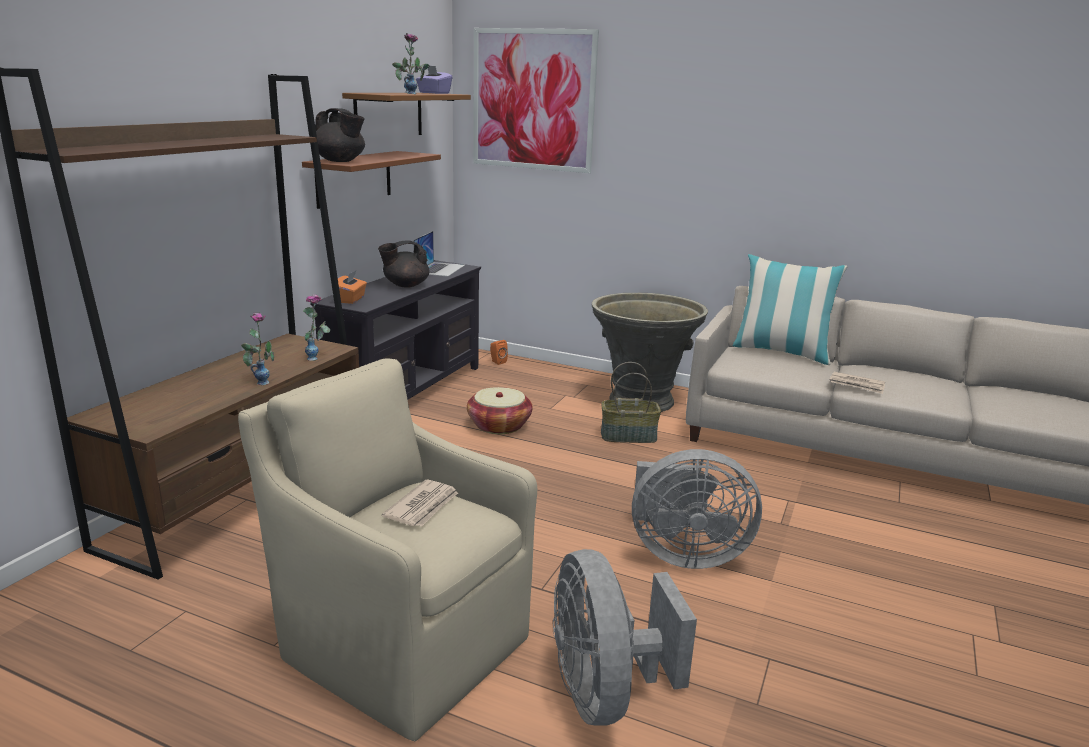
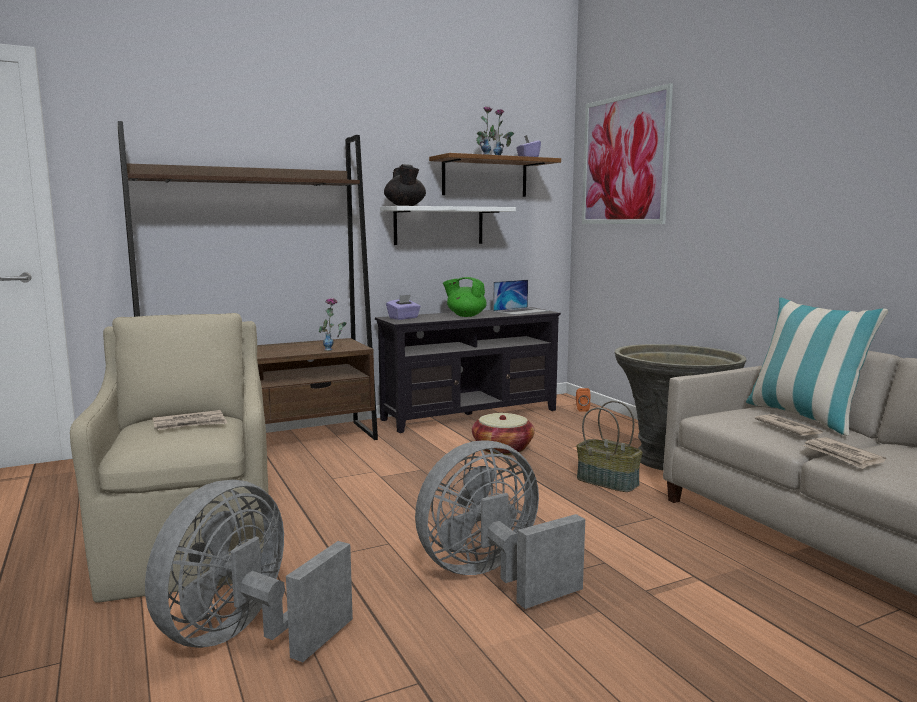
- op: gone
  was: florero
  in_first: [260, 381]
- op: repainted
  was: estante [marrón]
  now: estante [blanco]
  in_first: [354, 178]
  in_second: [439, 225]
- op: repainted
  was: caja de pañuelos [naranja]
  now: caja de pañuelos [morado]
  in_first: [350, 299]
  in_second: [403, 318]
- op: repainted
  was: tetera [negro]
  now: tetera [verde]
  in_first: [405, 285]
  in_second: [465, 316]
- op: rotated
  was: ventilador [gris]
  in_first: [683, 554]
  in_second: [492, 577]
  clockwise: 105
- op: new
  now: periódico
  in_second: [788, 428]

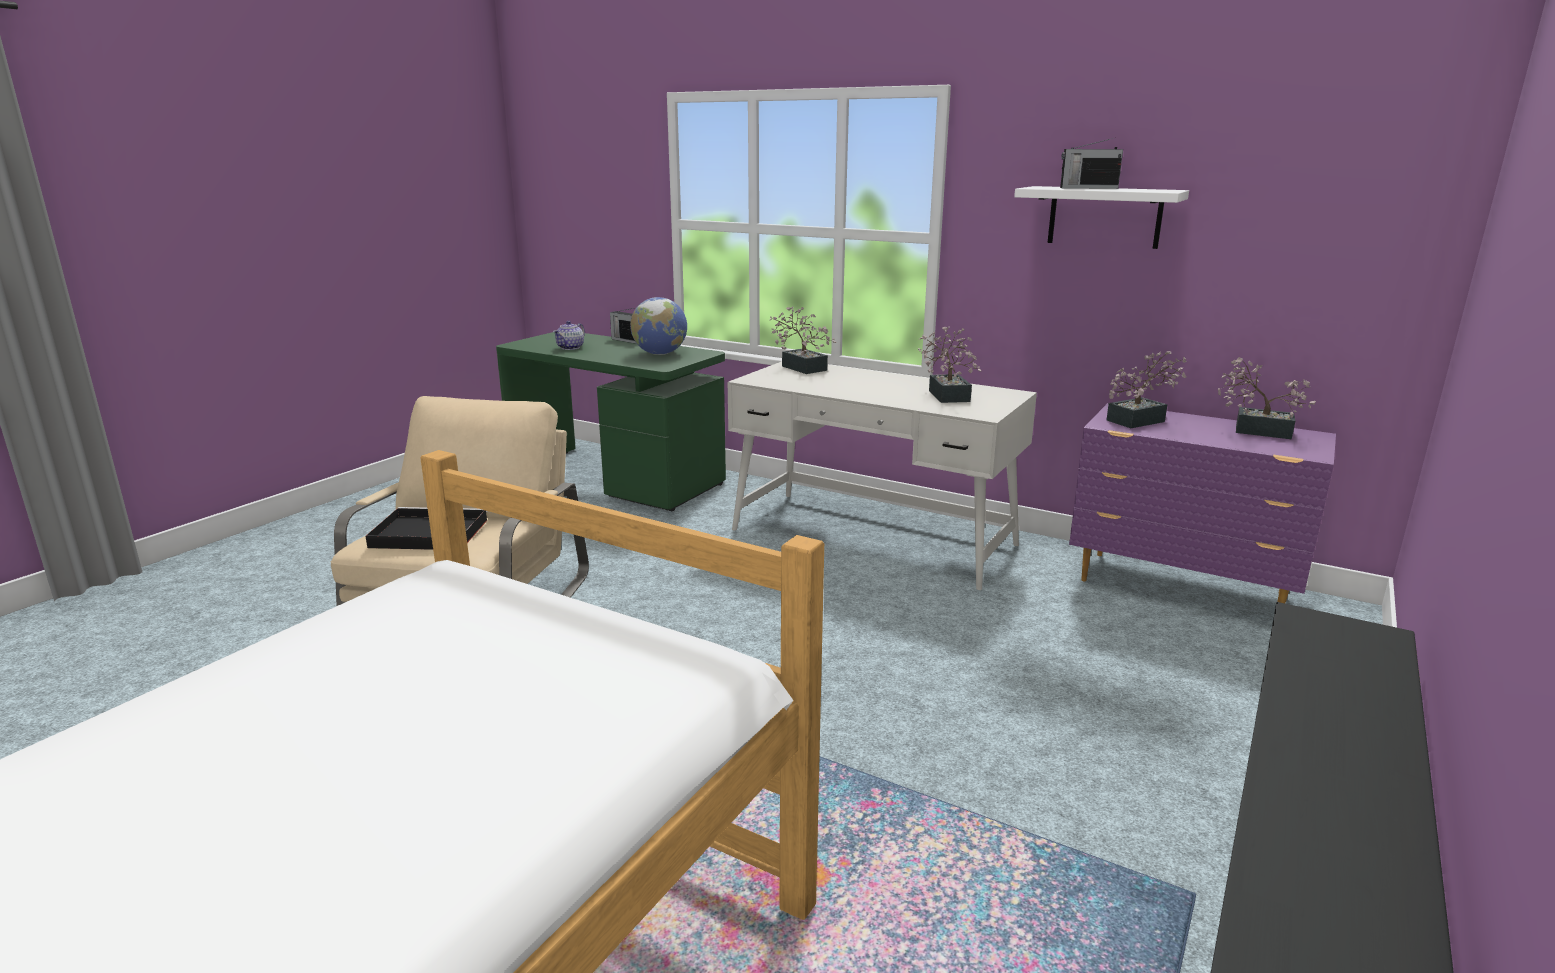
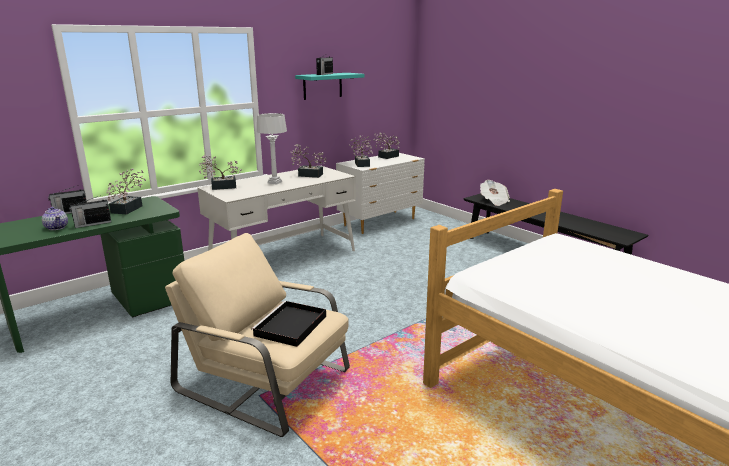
- op: swapped
  was: globo terráqueo
  now: planta en maceta
  in_first: [660, 354]
  in_second: [129, 208]
- op: repainted
  was: estante [blanco]
  now: estante [turquesa]
  in_first: [1104, 217]
  in_second: [322, 86]
- op: repainted
  was: cómoda [morado]
  now: cómoda [blanco]
  in_first: [1182, 588]
  in_second: [381, 222]
- op: new
  now: radio
  in_second: [92, 224]
- op: new
  now: lámpara de mesa [gris]
  in_second: [275, 182]
- op: new
  now: periódico
  in_second: [494, 201]

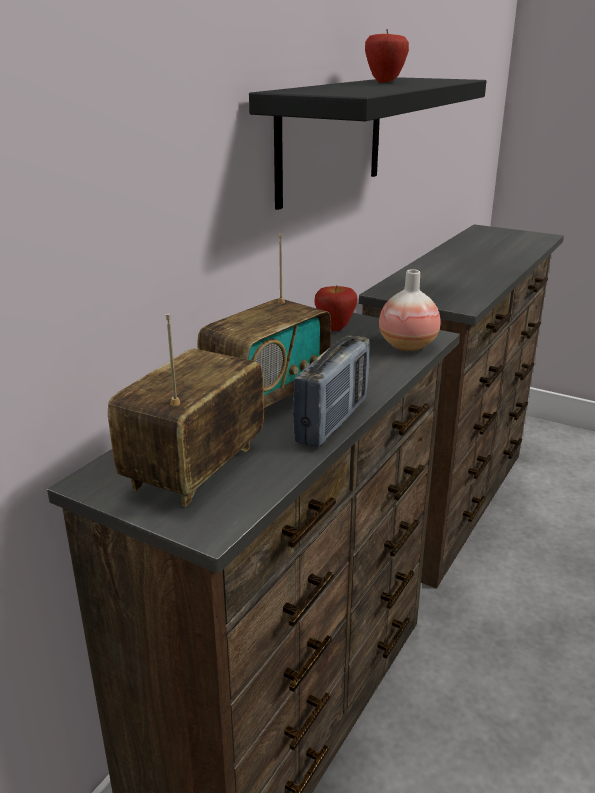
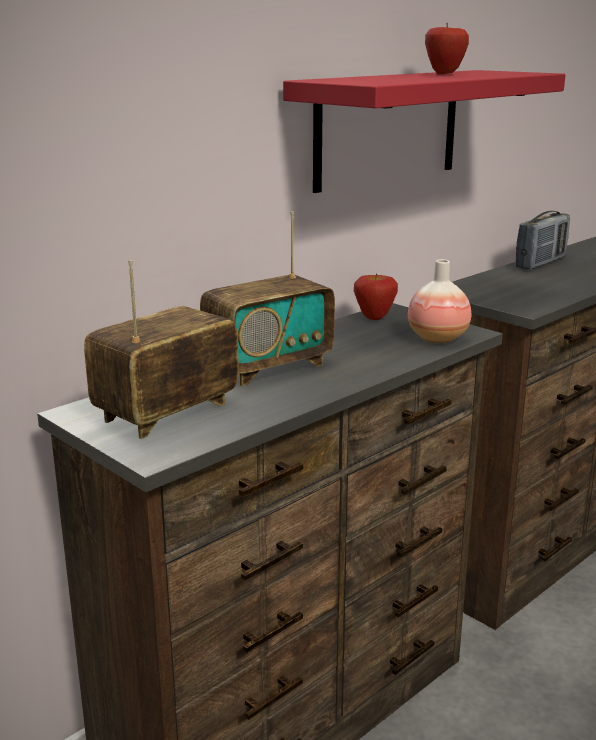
- op: repainted
  was: estante [negro]
  now: estante [rojo]
  in_first: [331, 138]
  in_second: [388, 128]
- op: shifted
  was: radio
  in_first: [332, 421]
  in_second: [540, 263]

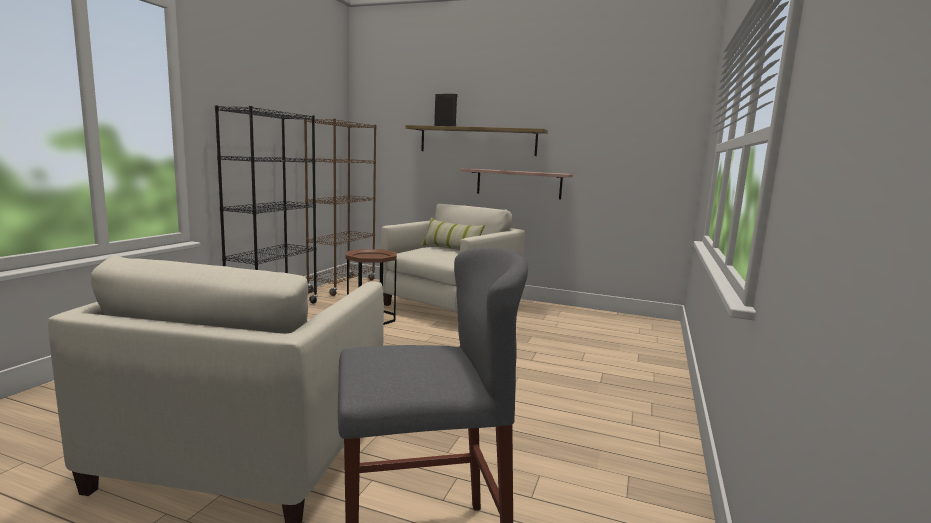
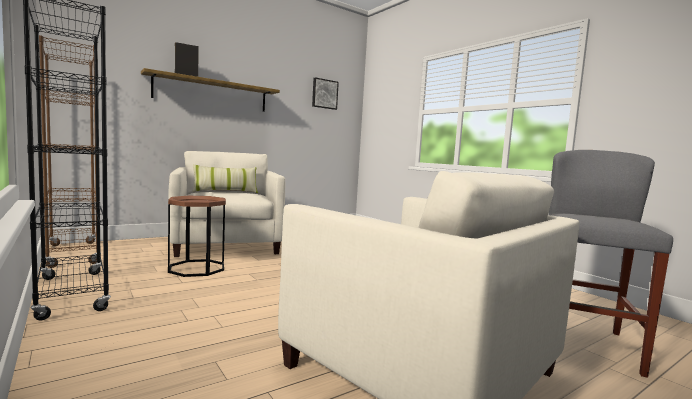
- op: gone
  was: estante
  in_first: [518, 183]
- op: new
  now: cuadro
  in_second: [324, 94]

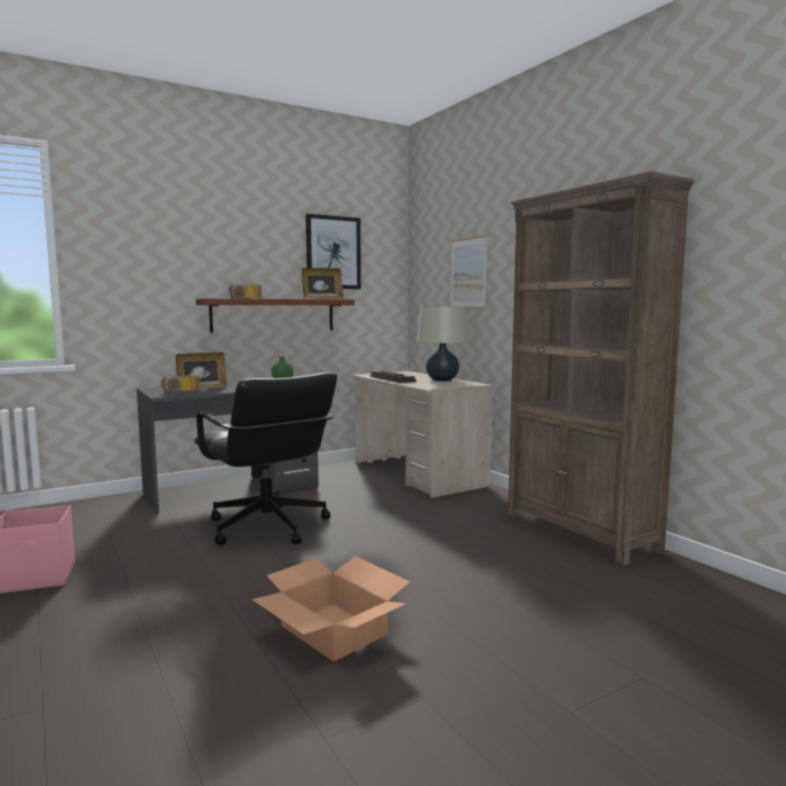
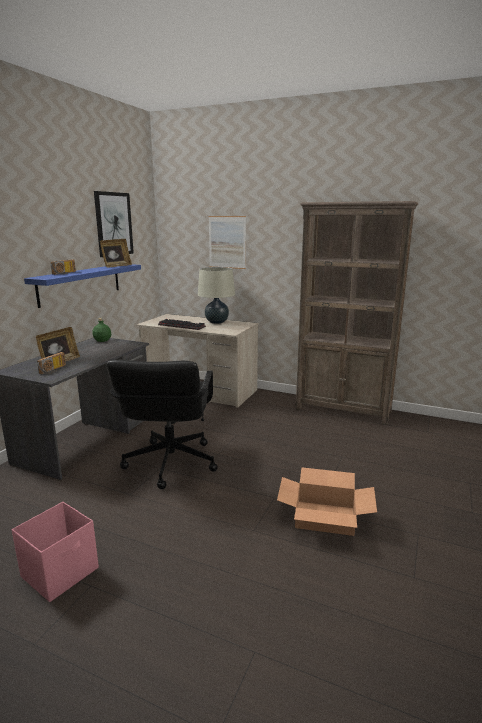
- op: rotated
  was: silla de oficina [negro]
  in_first: [267, 527]
  in_second: [169, 463]
  clockwise: 75
- op: repainted
  was: estante [marrón]
  now: estante [azul]
  in_first: [274, 315]
  in_second: [80, 284]

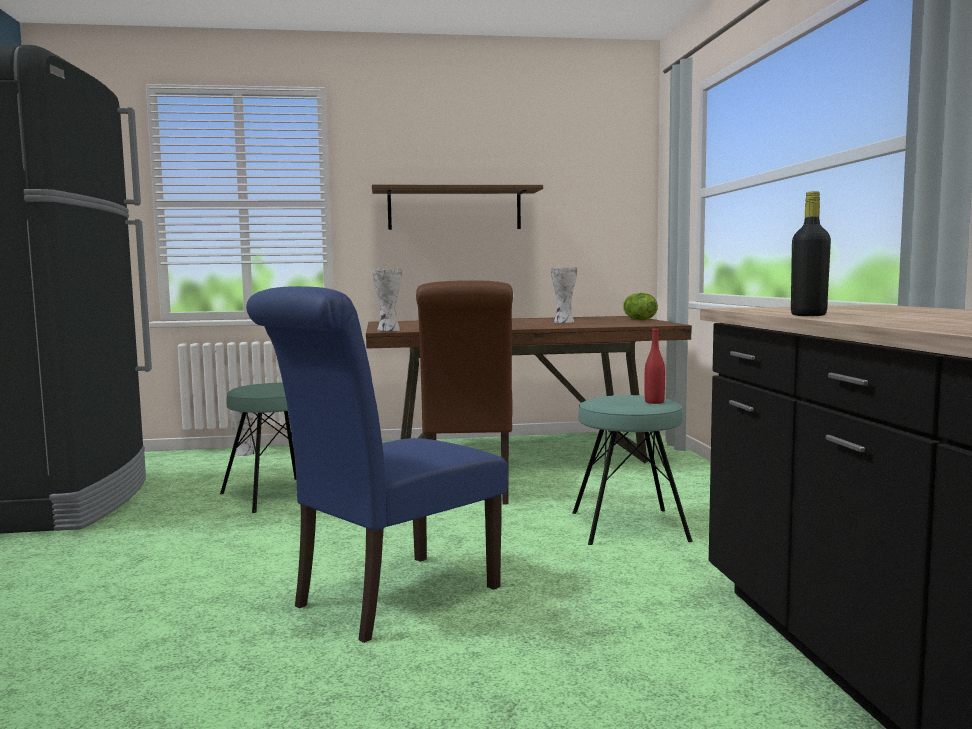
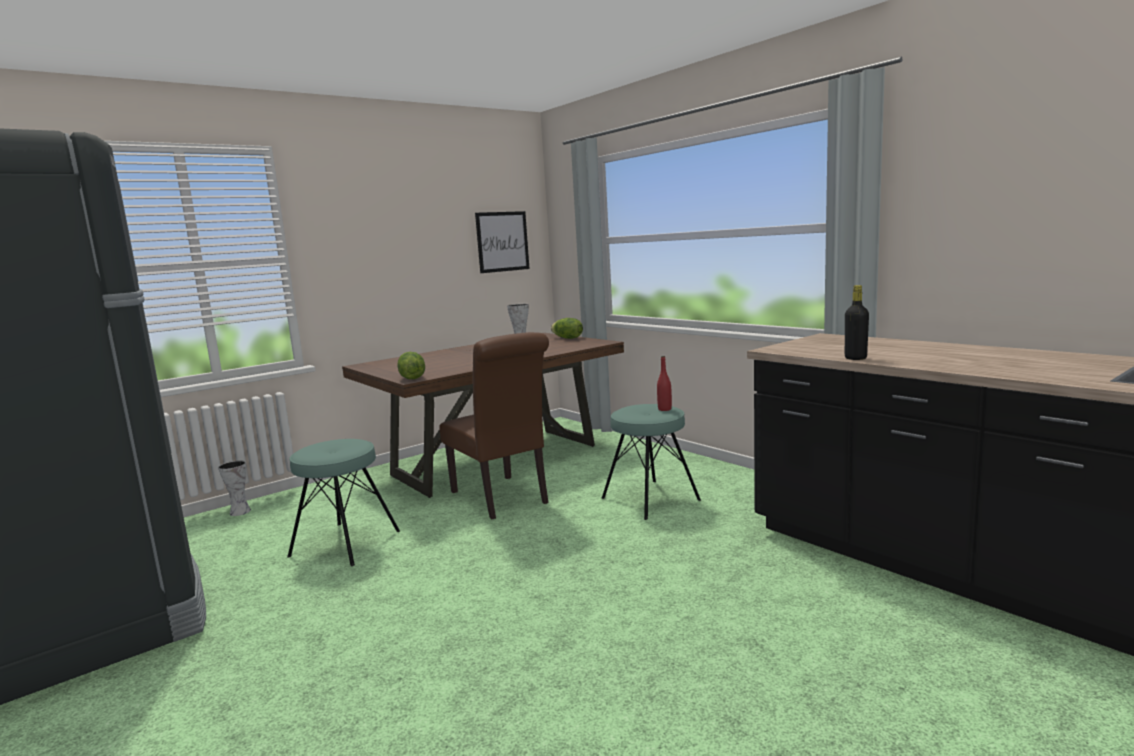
- op: gone
  was: silla [azul]
  in_first: [387, 599]
- op: gone
  was: estante
  in_first: [454, 209]
- op: swapped
  was: florero
  now: lechuga
  in_first: [387, 330]
  in_second: [411, 378]
- op: new
  now: cuadro
  in_second: [502, 241]

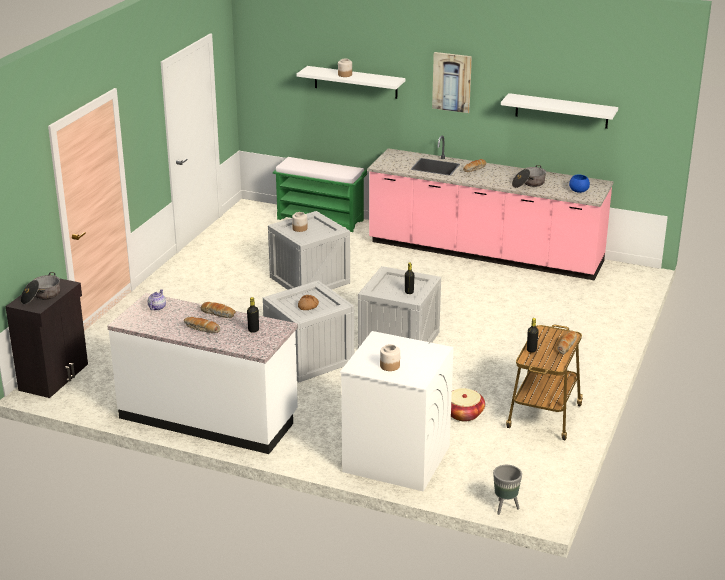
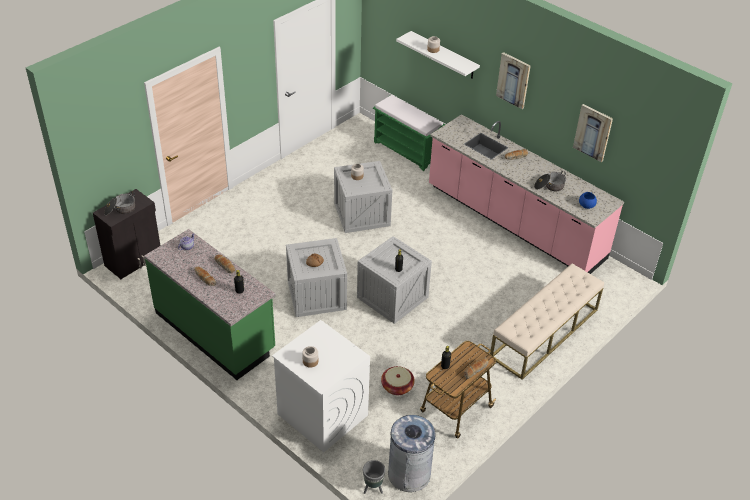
- op: repainted
  was: mueble bajo de cocina [blanco]
  now: mueble bajo de cocina [verde]
  in_first: [209, 417]
  in_second: [215, 331]
- op: swapped
  was: estante [blanco]
  now: cuadro
  in_first: [561, 111]
  in_second: [593, 132]
- op: new
  now: papelera [gris]
  in_second: [409, 474]
- op: new
  now: banco [beis]
  in_second: [544, 333]

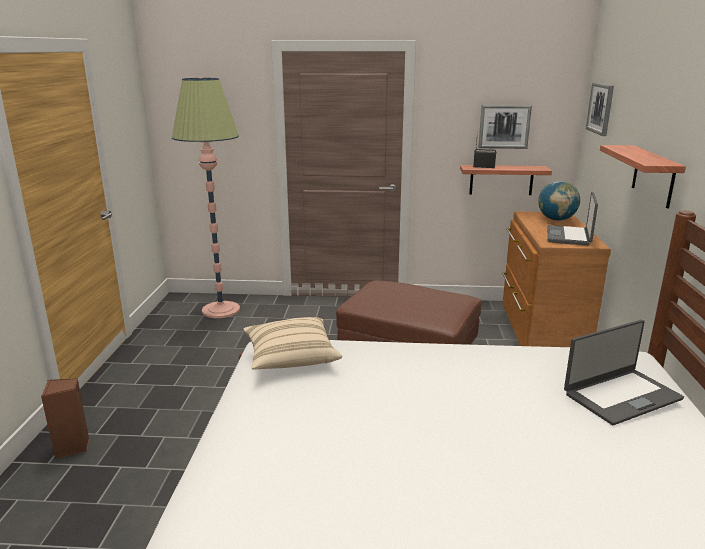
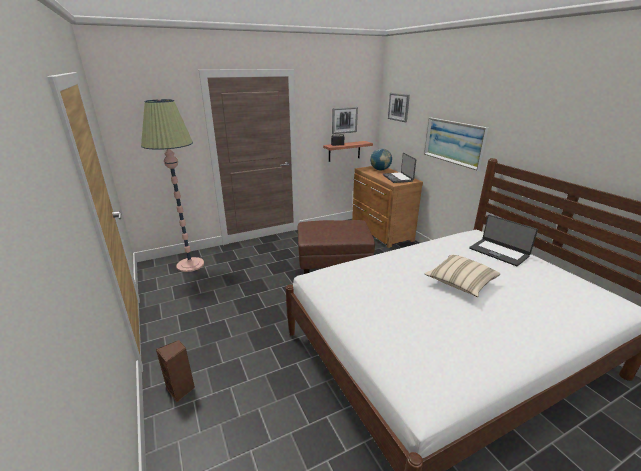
- op: shifted
  was: cojín [beis]
  in_first: [291, 358]
  in_second: [460, 283]
- op: rotated
  was: portátil
  in_first: [621, 395]
  in_second: [499, 252]
  clockwise: 105
- op: swapped
  was: estante
  now: cuadro
  in_first: [653, 176]
  in_second: [454, 142]

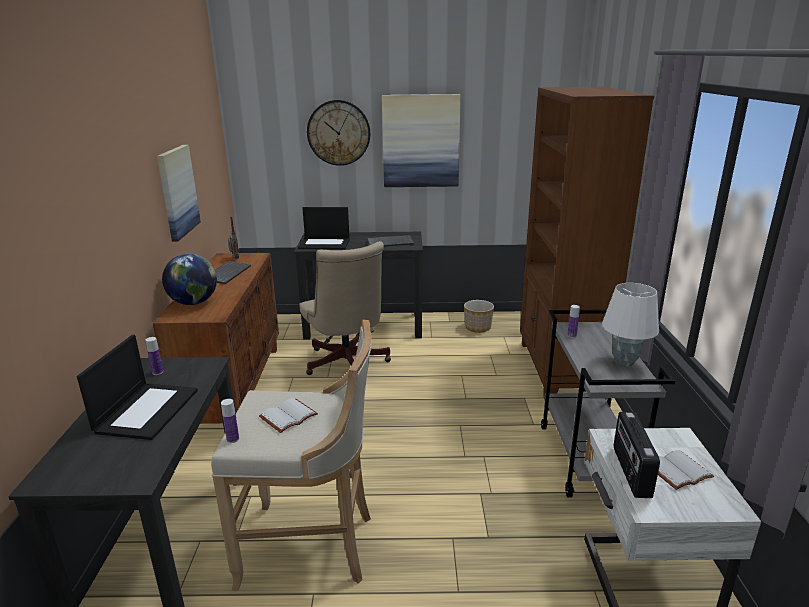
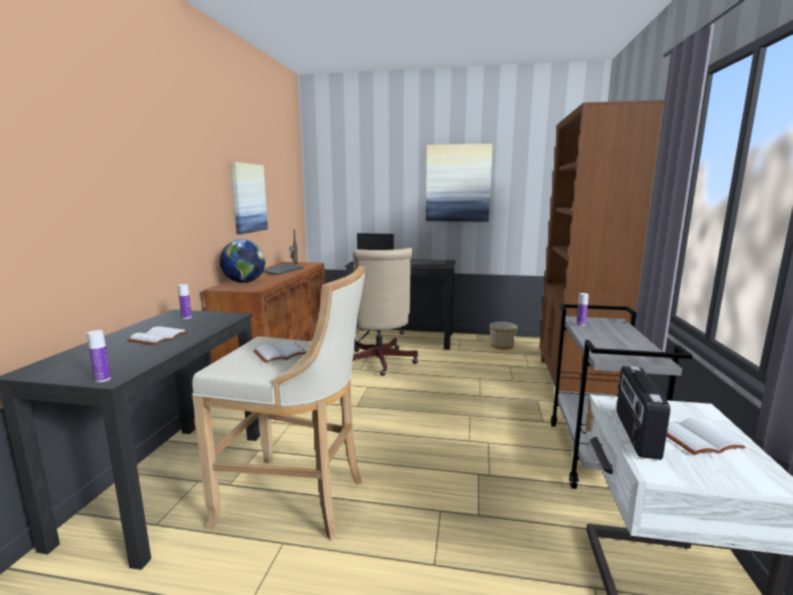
- op: swapped
  was: portátil
  now: libro [blanco]
  in_first: [147, 410]
  in_second: [158, 337]
- op: shifted
  was: botella
  in_first: [232, 439]
  in_second: [102, 379]
- op: gone
  was: reloj de pared
  in_first: [338, 133]
- op: gone
  was: lámpara de mesa [blanco]
  in_first: [624, 362]

